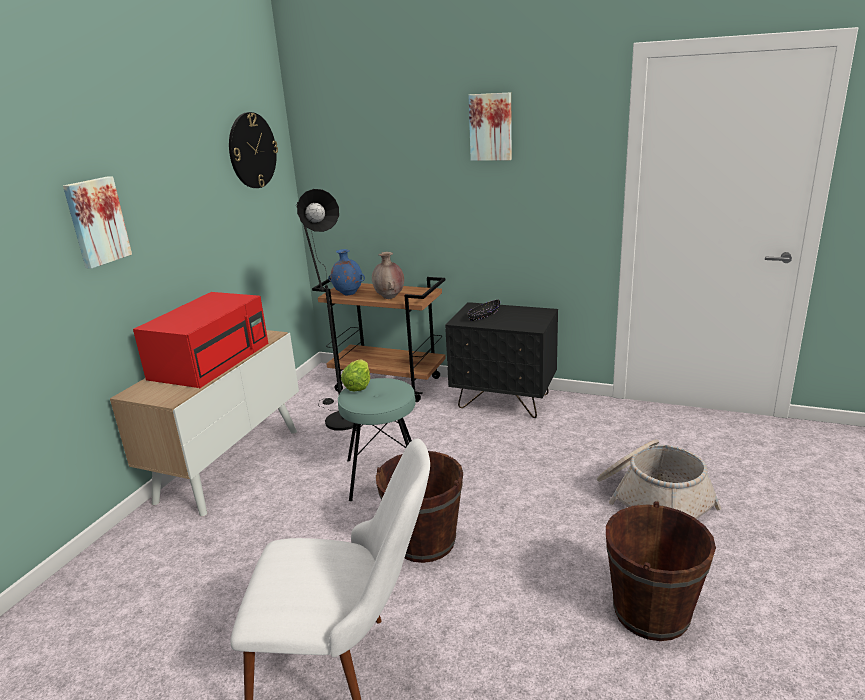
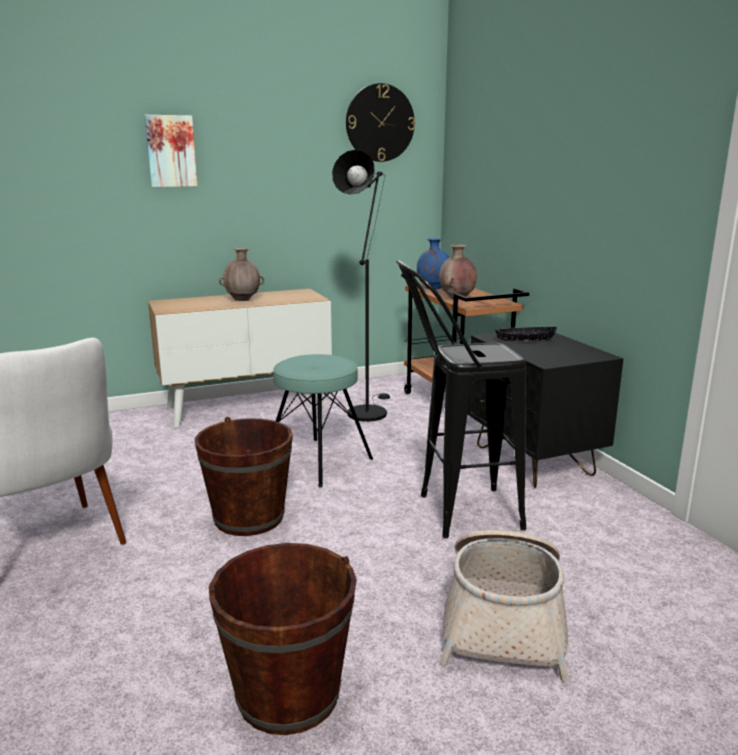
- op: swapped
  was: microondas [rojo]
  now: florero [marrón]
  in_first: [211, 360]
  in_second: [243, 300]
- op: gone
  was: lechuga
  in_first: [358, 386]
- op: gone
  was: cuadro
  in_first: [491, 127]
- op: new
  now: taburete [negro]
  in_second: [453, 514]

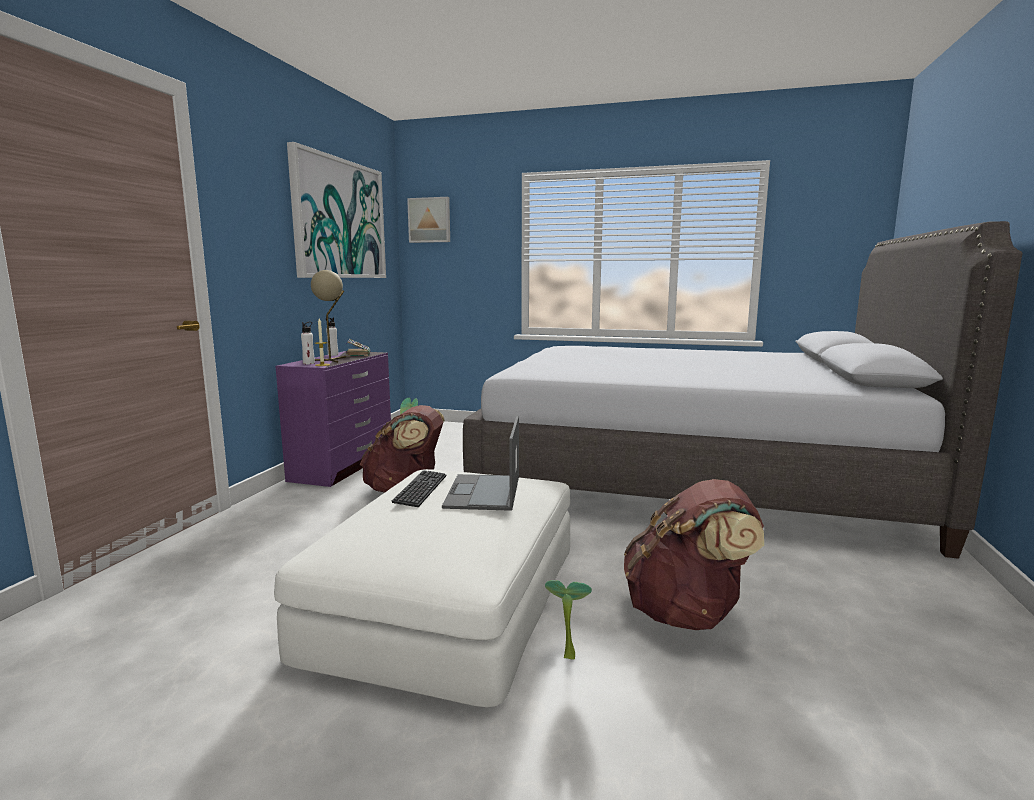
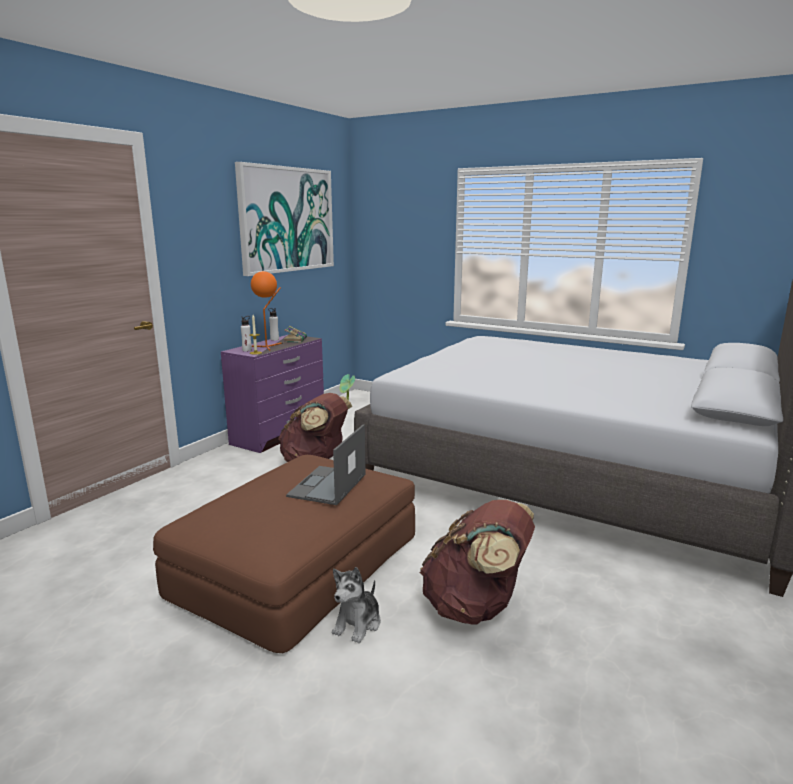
- op: repainted
  was: puf [blanco]
  now: puf [marrón]
  in_first: [450, 598]
  in_second: [298, 564]
- op: repainted
  was: lámpara de mesa [beis]
  now: lámpara de mesa [naranja]
  in_first: [332, 360]
  in_second: [268, 346]
- op: gone
  was: teclado
  in_first: [420, 490]
- op: gone
  was: cuadro
  in_first: [430, 220]
- op: swapped
  was: planta en maceta
  now: peluche
  in_first: [567, 654]
  in_second: [358, 624]

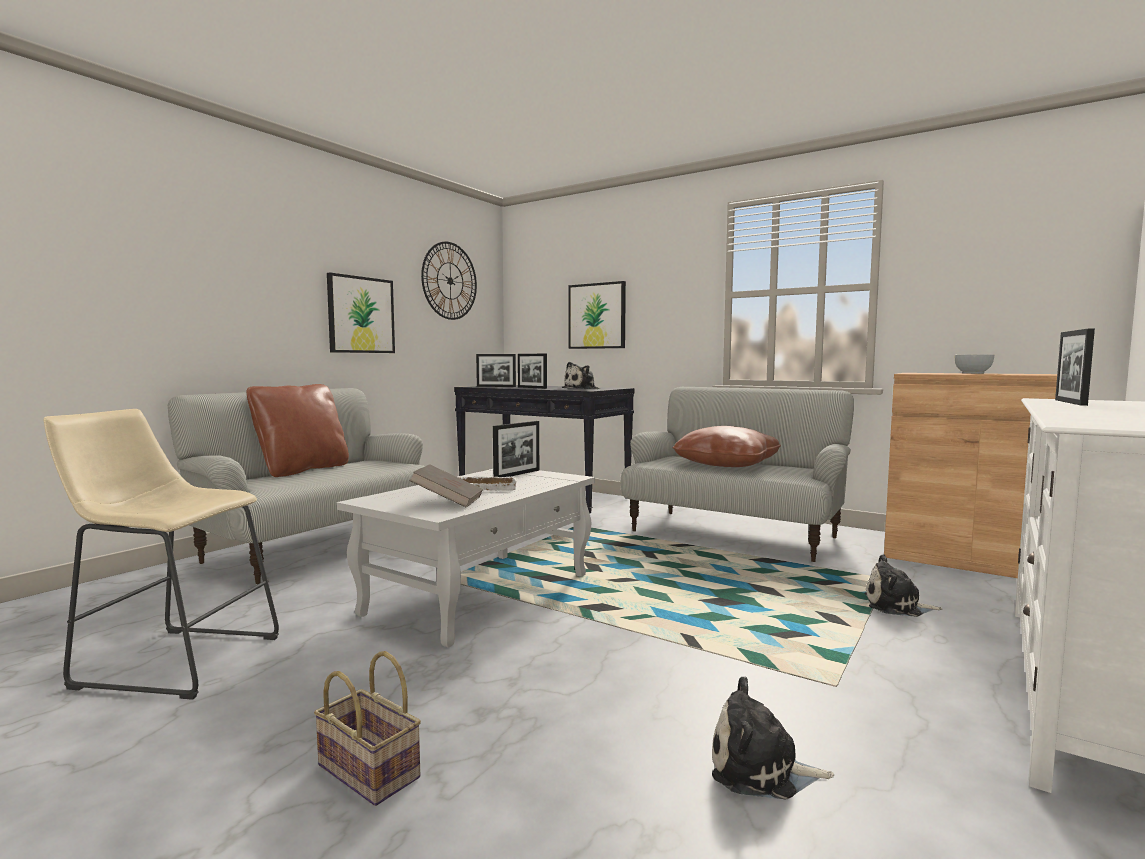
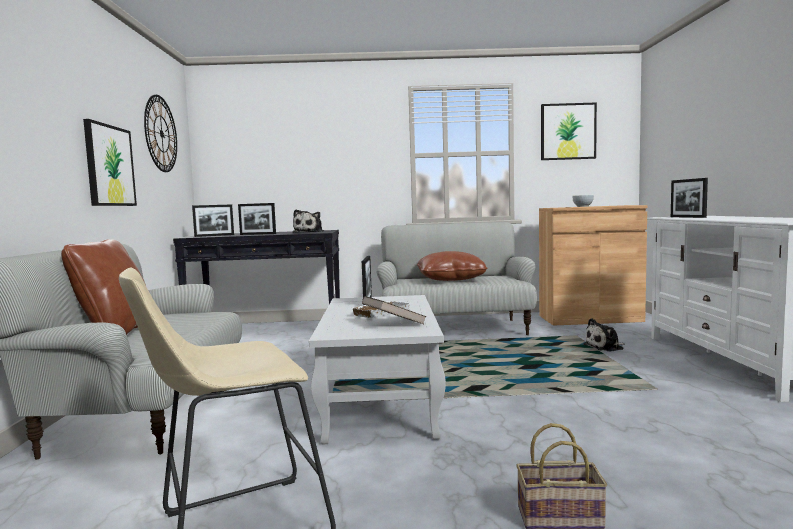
- op: shifted
  was: cuadro
  in_first: [597, 316]
  in_second: [568, 131]
- op: gone
  was: peluche
  in_first: [761, 769]

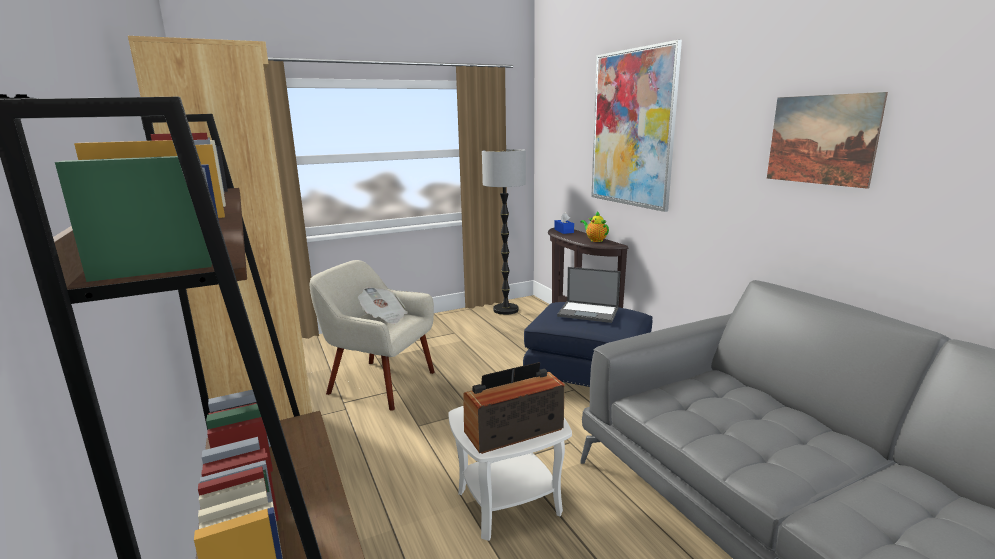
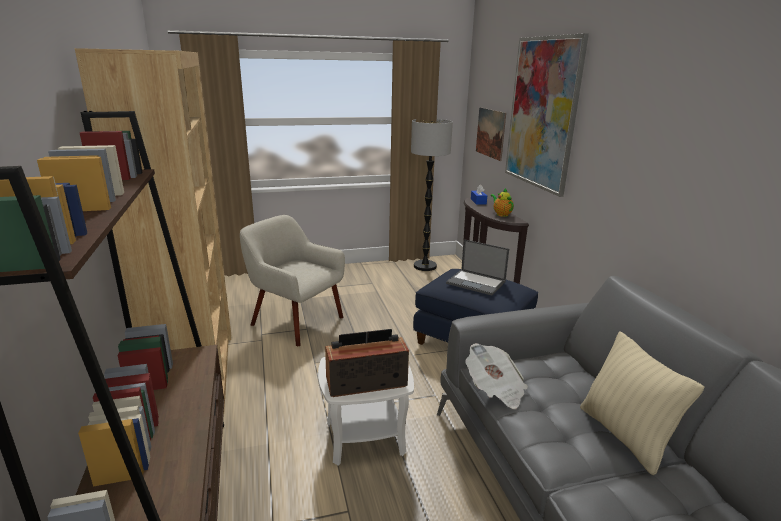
- op: shifted
  was: periódico
  in_first: [384, 317]
  in_second: [495, 389]
- op: shifted
  was: cuadro
  in_first: [821, 140]
  in_second: [490, 133]
- op: new
  now: cojín [beis]
  in_second: [624, 436]

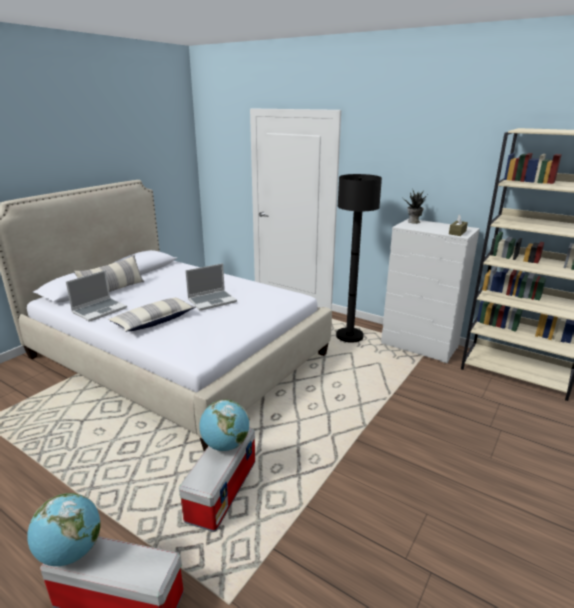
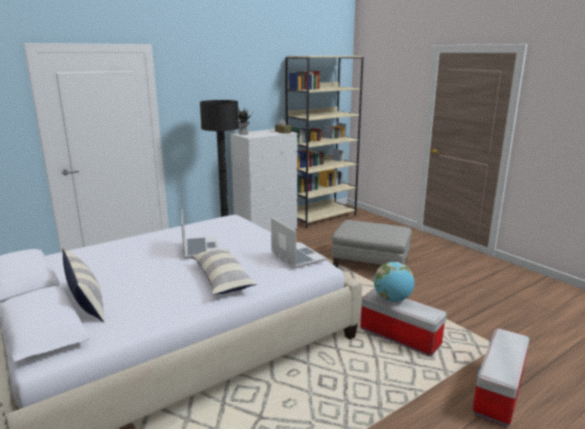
- op: gone
  was: globo terráqueo
  in_first: [71, 552]
- op: shifted
  was: portátil
  in_first: [100, 310]
  in_second: [296, 256]
- op: new
  now: puf [gris]
  in_second: [370, 263]

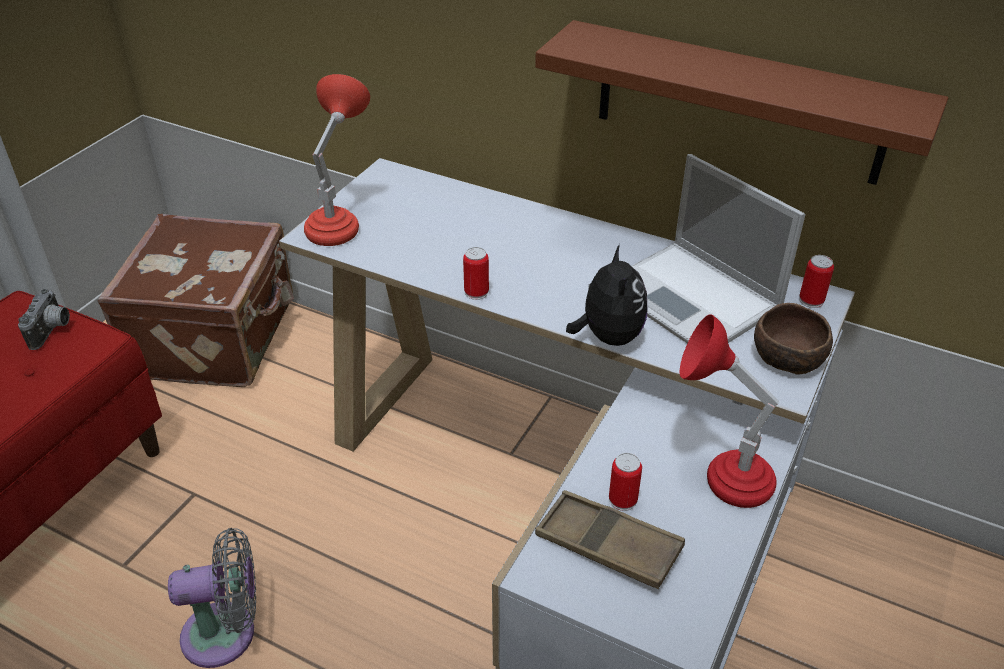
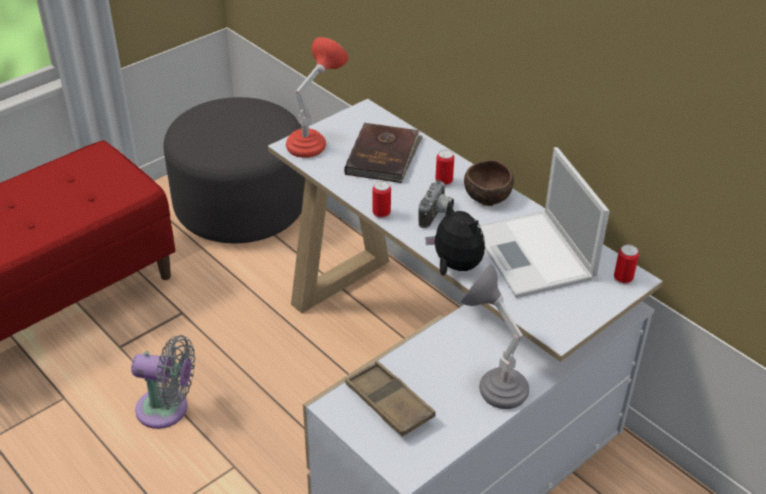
- op: shifted
  was: cámara
  in_first: [53, 331]
  in_second: [437, 215]
- op: swapped
  was: maleta [marrón]
  now: puf [gris]
  in_first: [218, 338]
  in_second: [240, 206]
- op: gone
  was: estante [marrón]
  in_first: [739, 103]
- op: rotated
  was: peluche
  in_first: [608, 336]
  in_second: [455, 266]
  clockwise: -60
- op: shifted
  was: lata
  in_first: [622, 500]
  in_second: [444, 181]
- op: repainted
  was: lámpara de mesa [rojo]
  now: lámpara de mesa [gris]
  in_first: [720, 475]
  in_second: [492, 382]
- op: shifted
  was: cuenco [marrón]
  in_first: [788, 358]
  in_second: [487, 196]
- op: new
  now: libro [marrón]
  in_second: [384, 156]

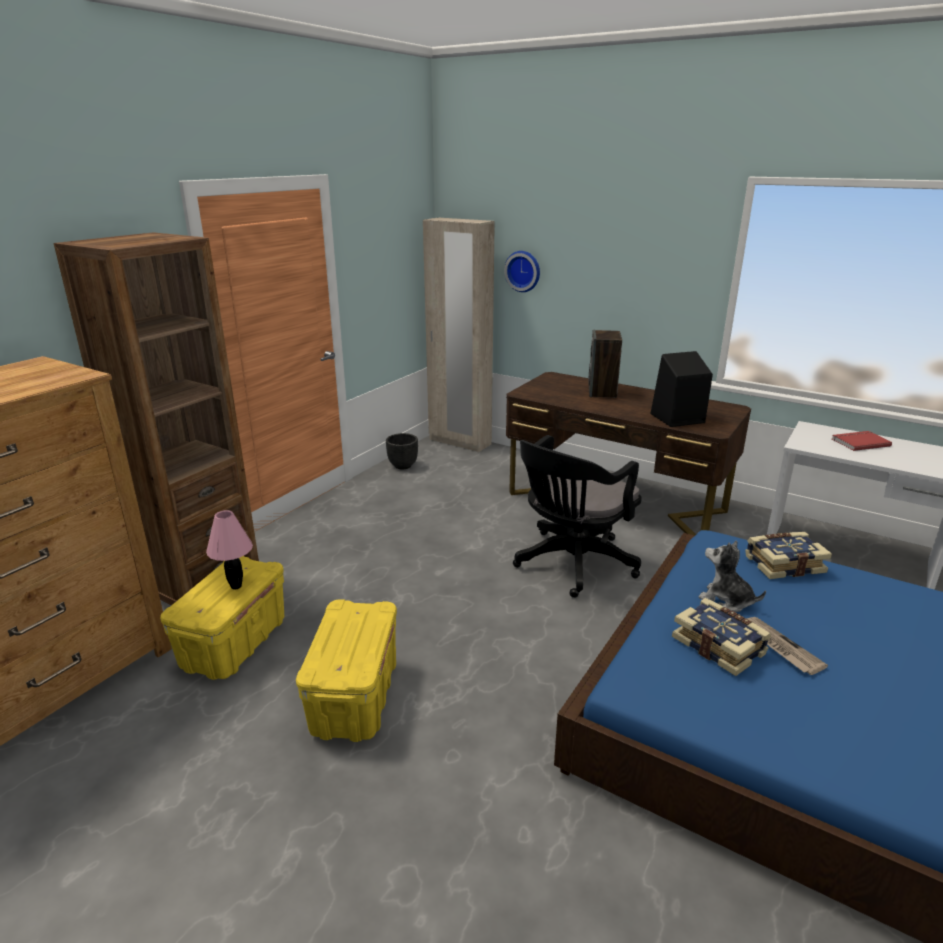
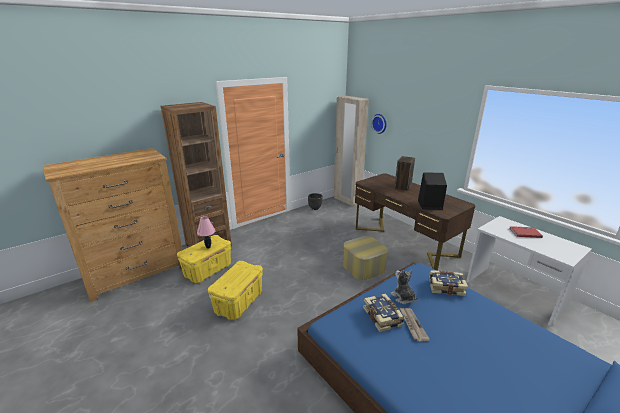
- op: swapped
  was: silla de oficina [negro]
  now: puf
  in_first: [571, 565]
  in_second: [363, 267]

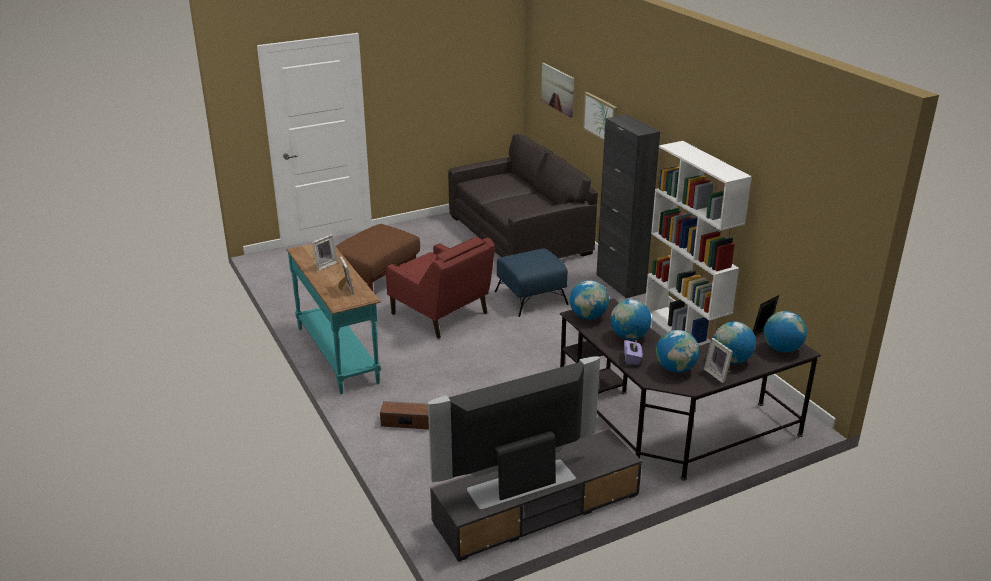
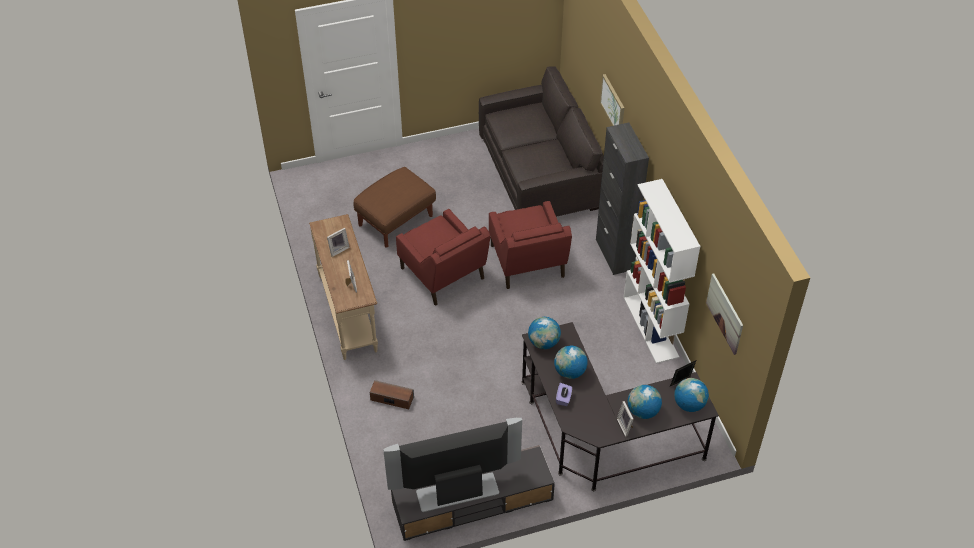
- op: repainted
  was: mesa consola [turquesa]
  now: mesa consola [beis]
  in_first: [339, 354]
  in_second: [349, 313]
- op: swapped
  was: puf [azul]
  now: sillón [rojo]
  in_first: [530, 298]
  in_second: [527, 263]
- op: shifted
  was: cuadro
  in_first: [558, 89]
  in_second: [725, 313]
- op: gone
  was: globo terráqueo
  in_first: [675, 369]

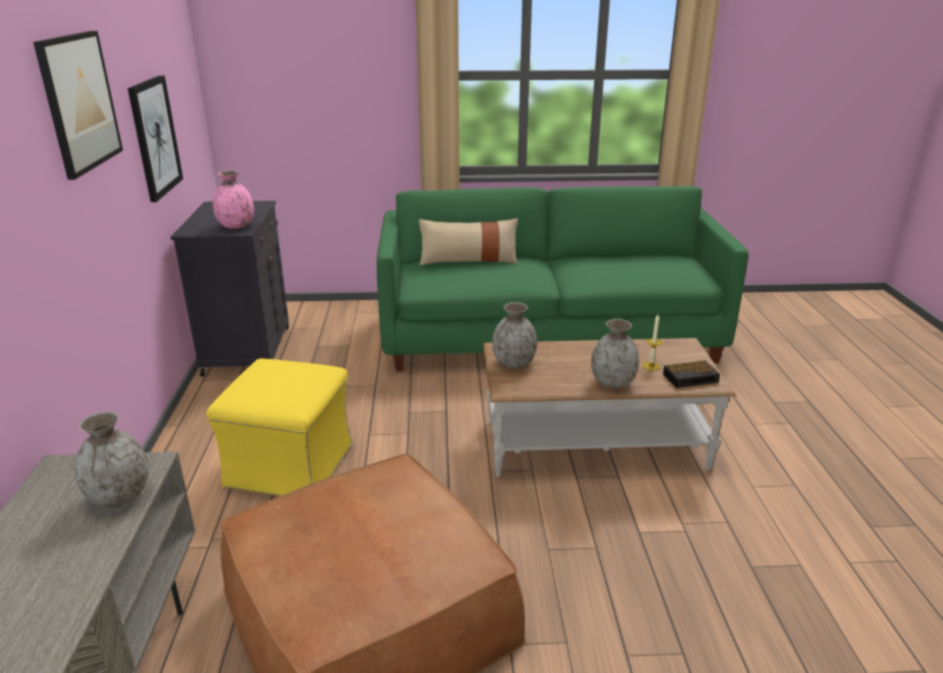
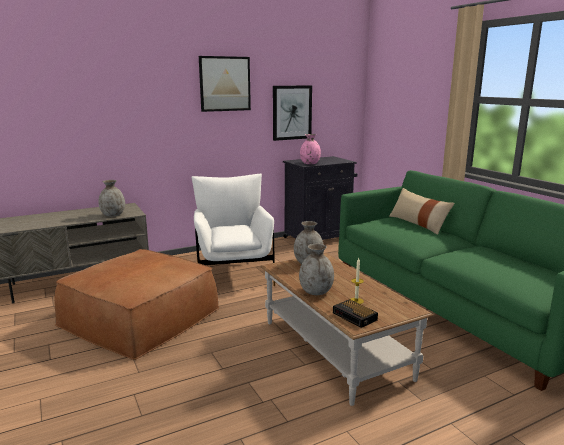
- op: swapped
  was: puf [amarillo]
  now: sillón [blanco]
  in_first: [290, 465]
  in_second: [233, 272]

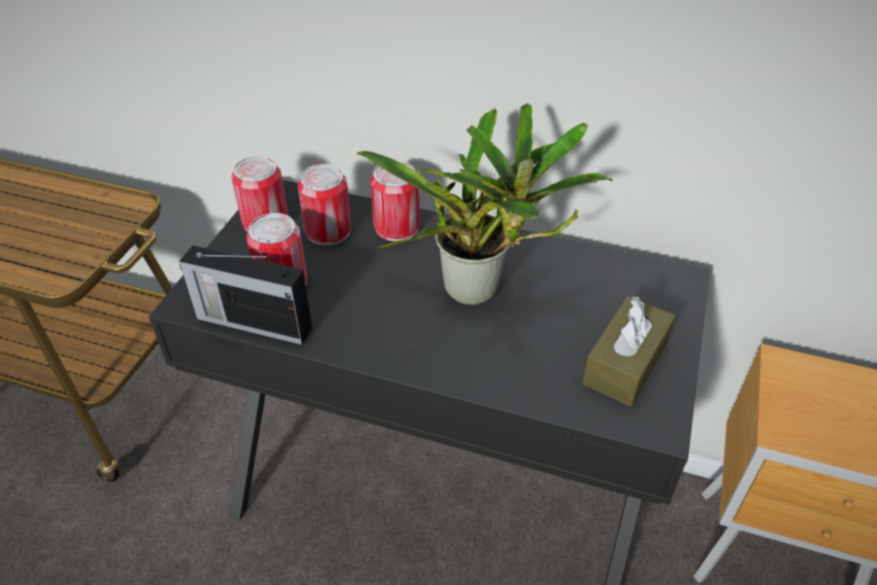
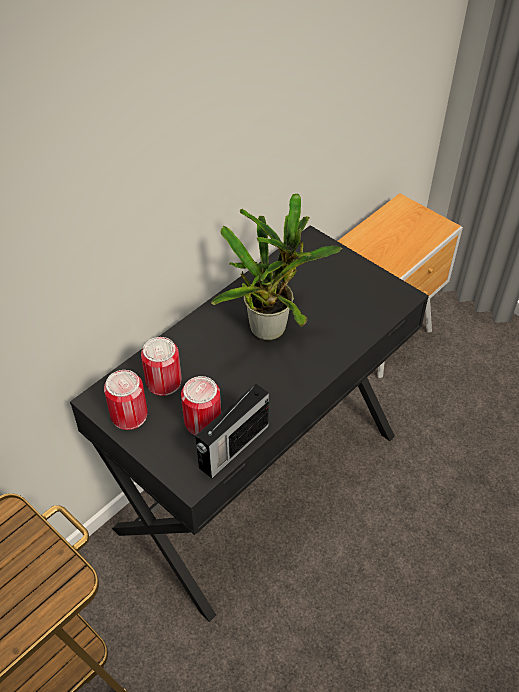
- op: gone
  was: lata
  in_first: [397, 227]
- op: gone
  was: caja de pañuelos [marrón]
  in_first: [625, 363]

